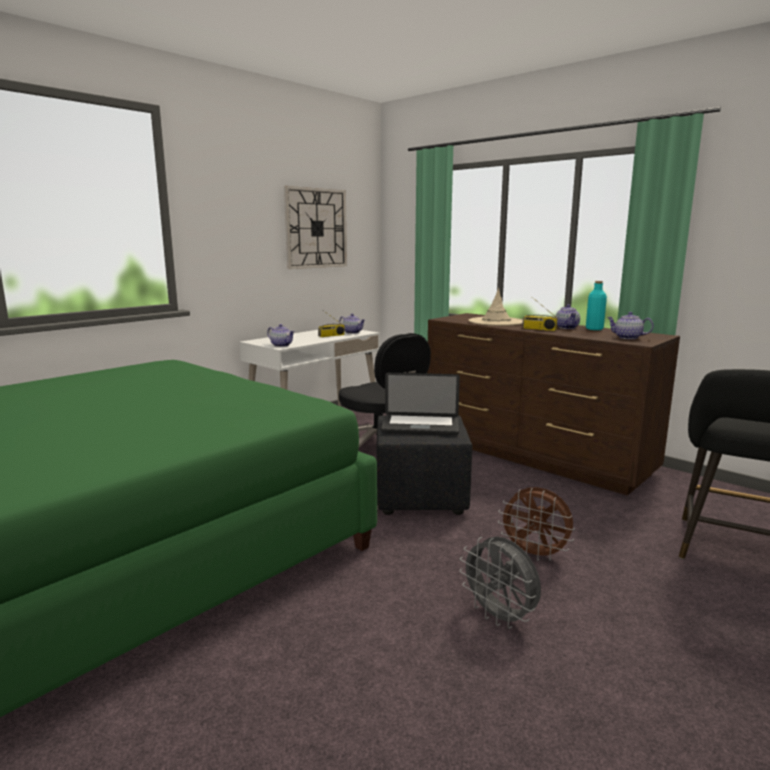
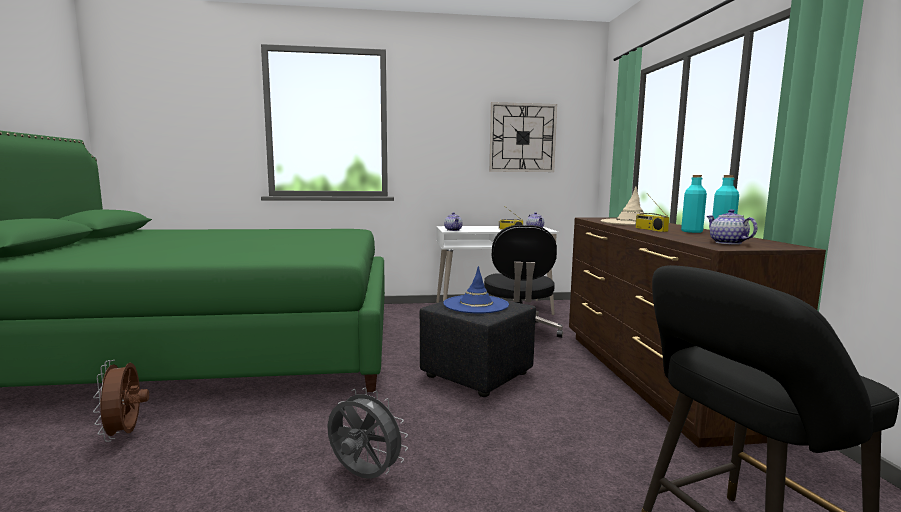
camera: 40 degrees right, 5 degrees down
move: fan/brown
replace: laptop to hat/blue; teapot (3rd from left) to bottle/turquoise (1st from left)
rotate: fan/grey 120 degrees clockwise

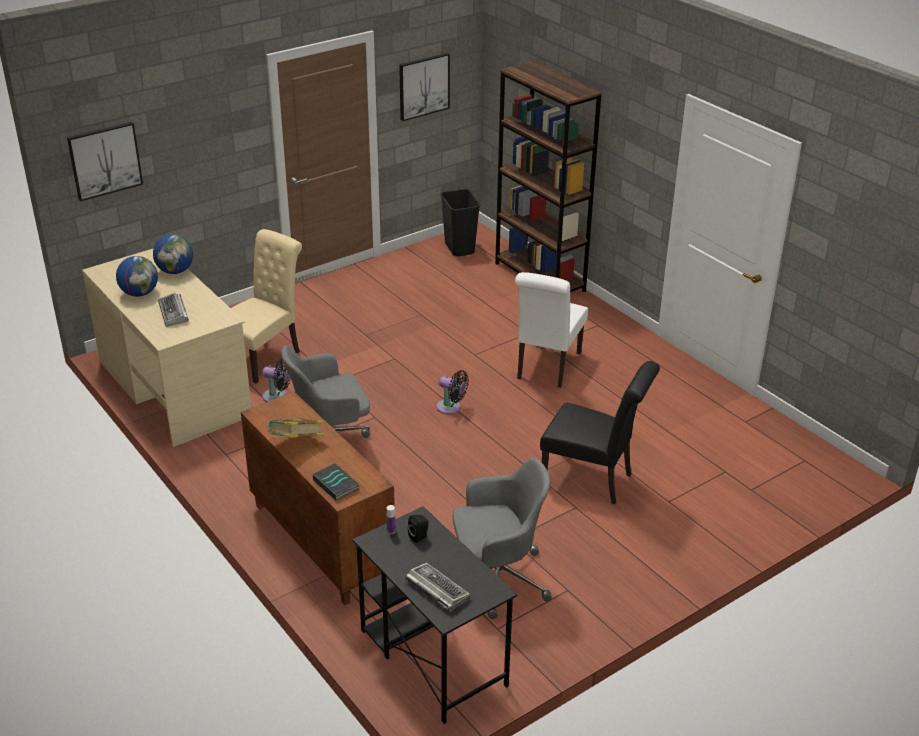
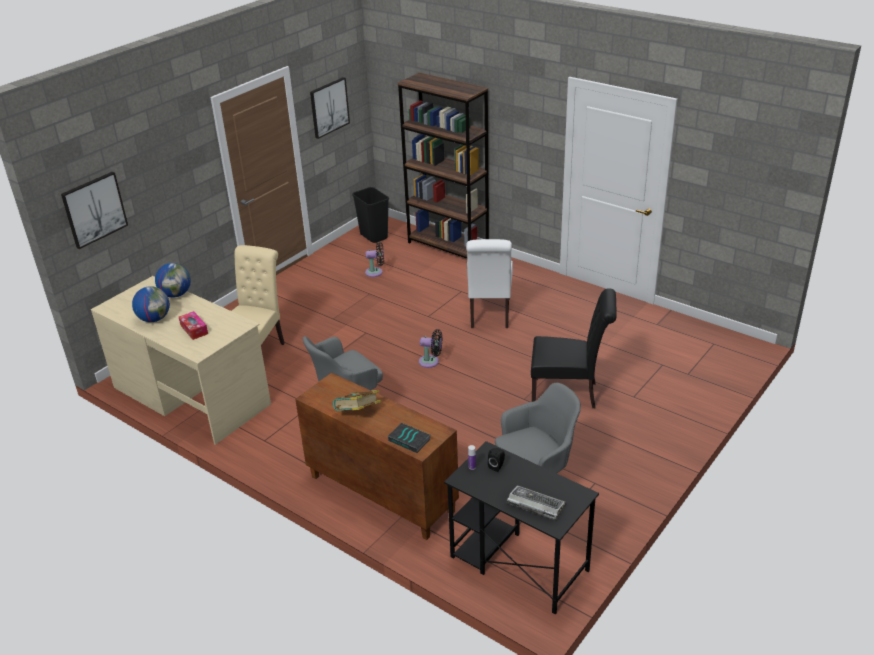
camera: 15 degrees left, 0 degrees up
move: fan/black (1st from left)
replace: keyboard (1st from left) to tissue box

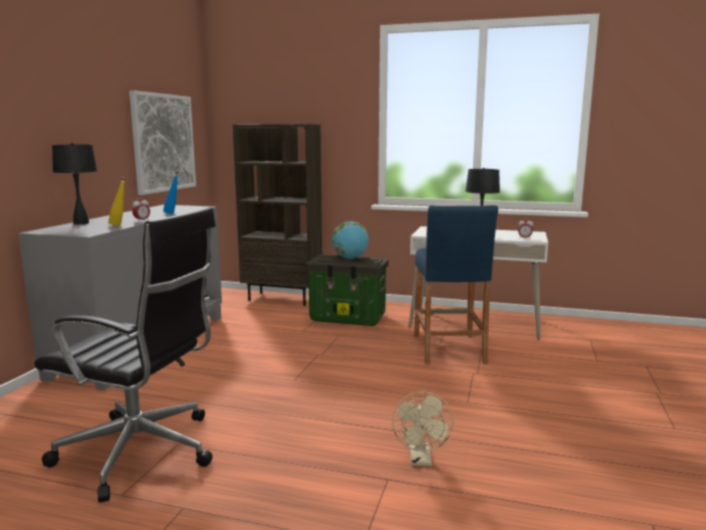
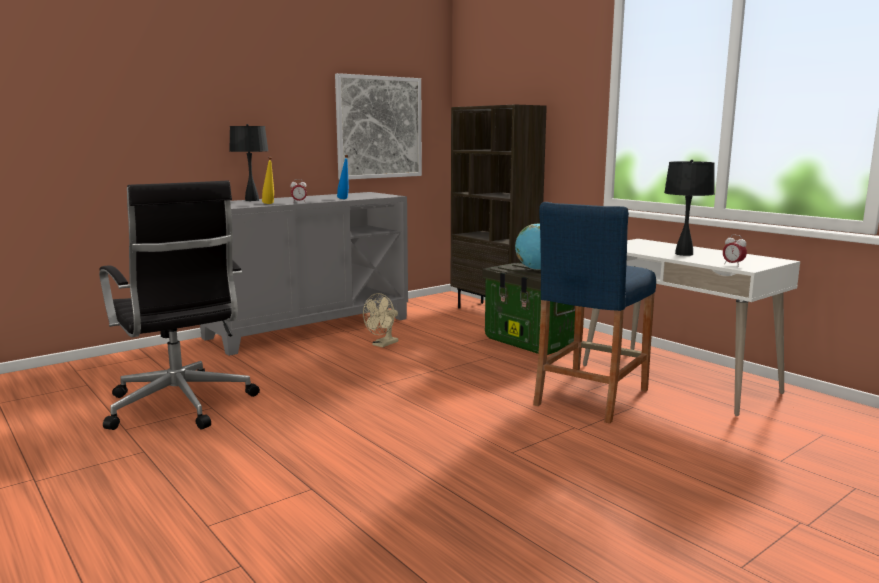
camera: 35 degrees right, 0 degrees up
move: fan/beige

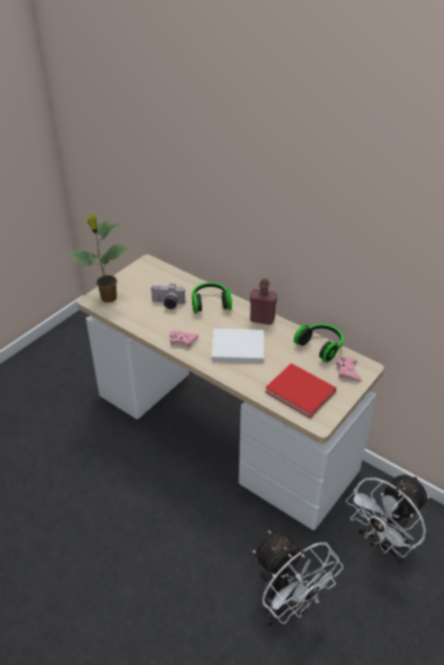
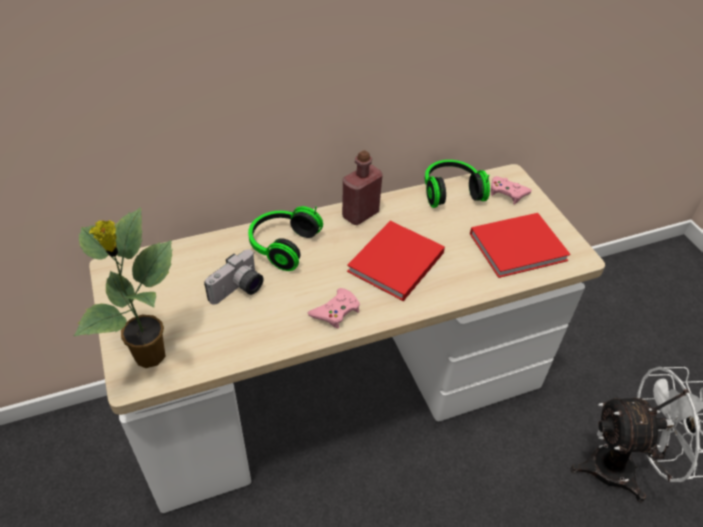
camera: 60 degrees left, 5 degrees up
delete: fan/white (2nd from left)
recolor: book/white to book/red (1st from left)

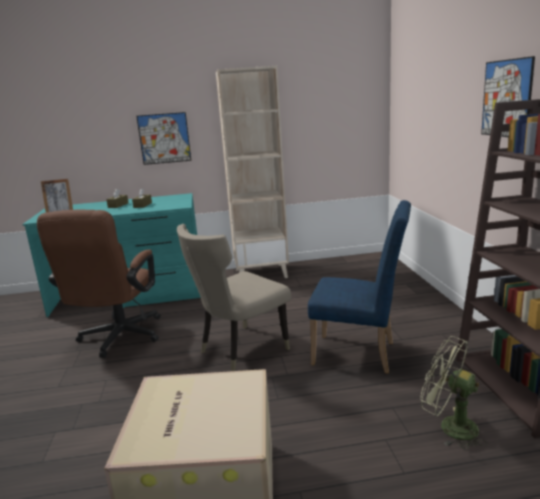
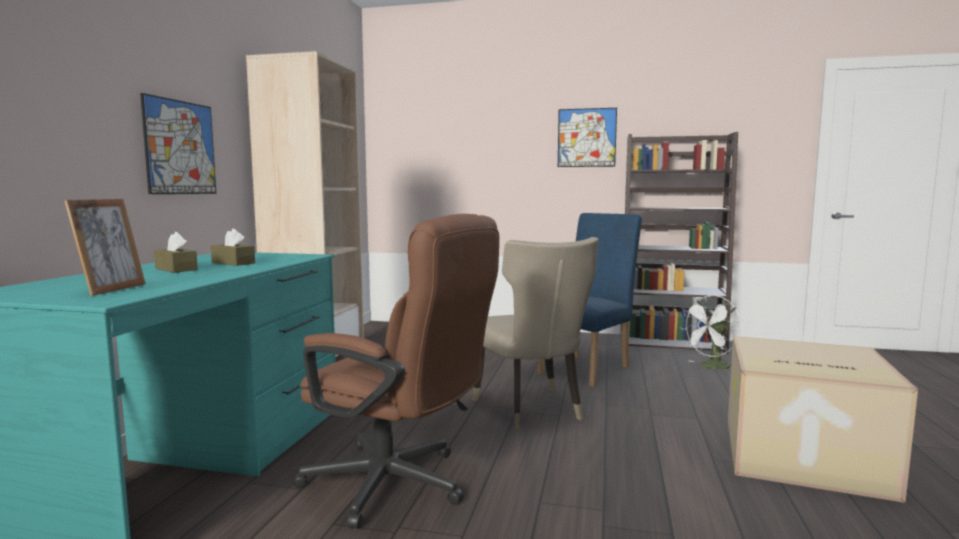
camera: 70 degrees left, 10 degrees down
recolor: fan/green to fan/white

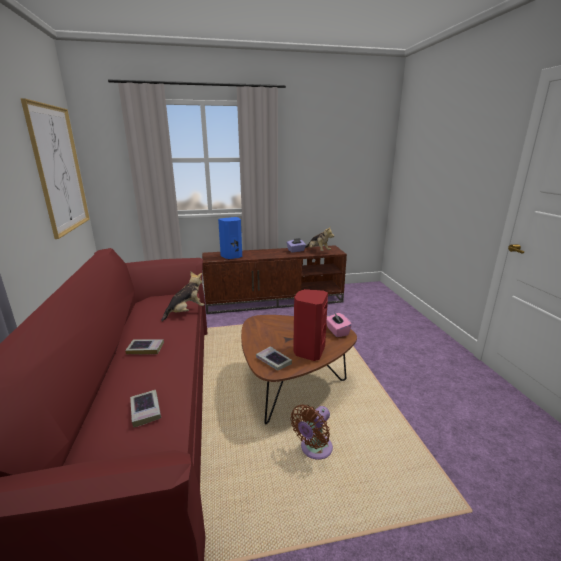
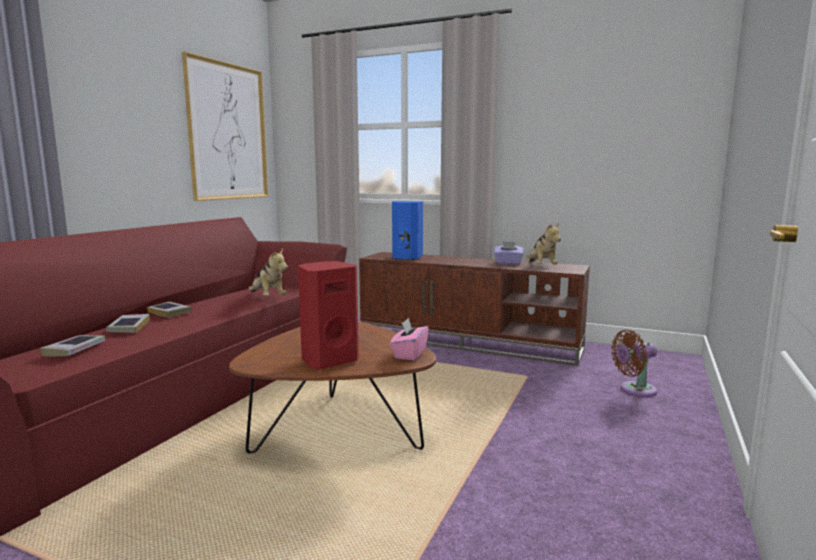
camera: 35 degrees right, 10 degrees down
move: book (3rd from left in the first image) to book (2nd from left); fan/brown
rotate: plush toy (1st from left) 60 degrees clockwise

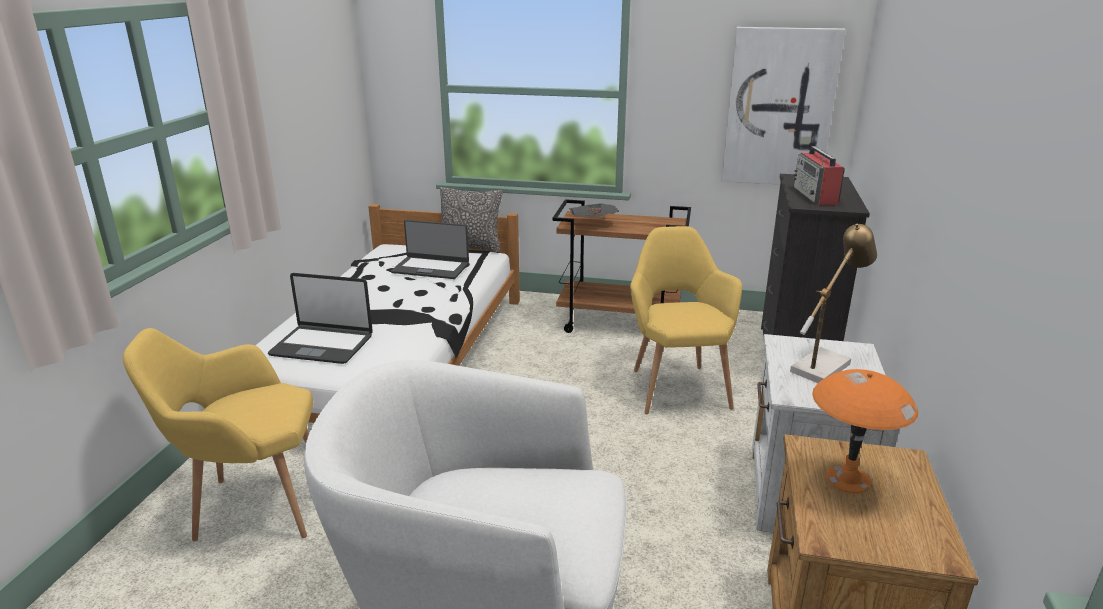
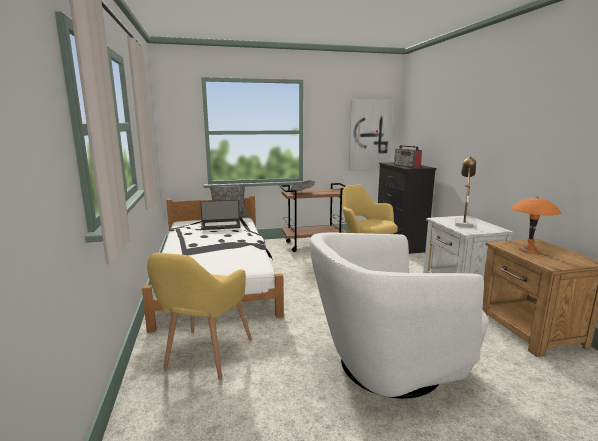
camera: 25 degrees left, 10 degrees down
delete: laptop (1st from left)
rotate: armchair/yellow (1st from left) 45 degrees counterclockwise

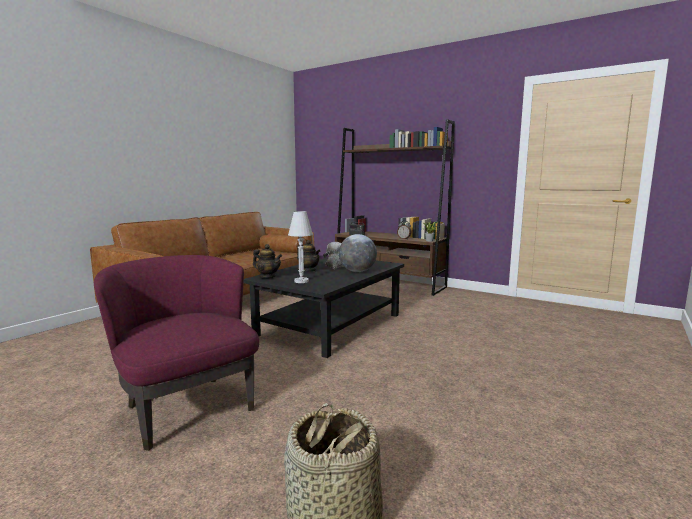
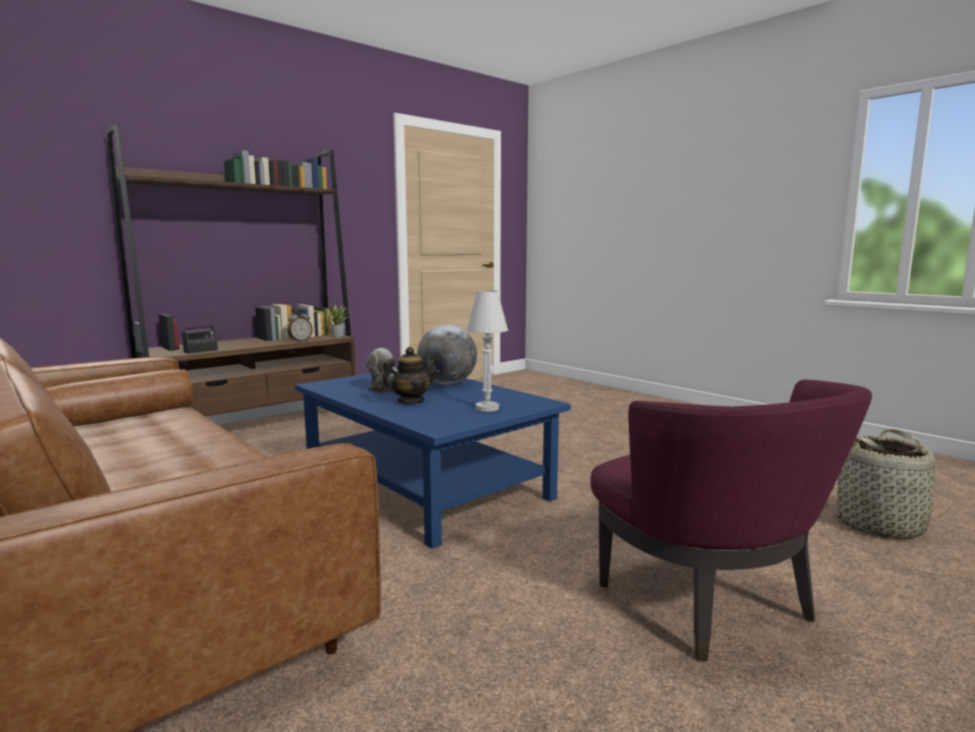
camera: 75 degrees left, 0 degrees up
delete: teapot (1st from left)
recolor: coffee table/black to coffee table/blue
rotate: armchair/purple 90 degrees counterclockwise

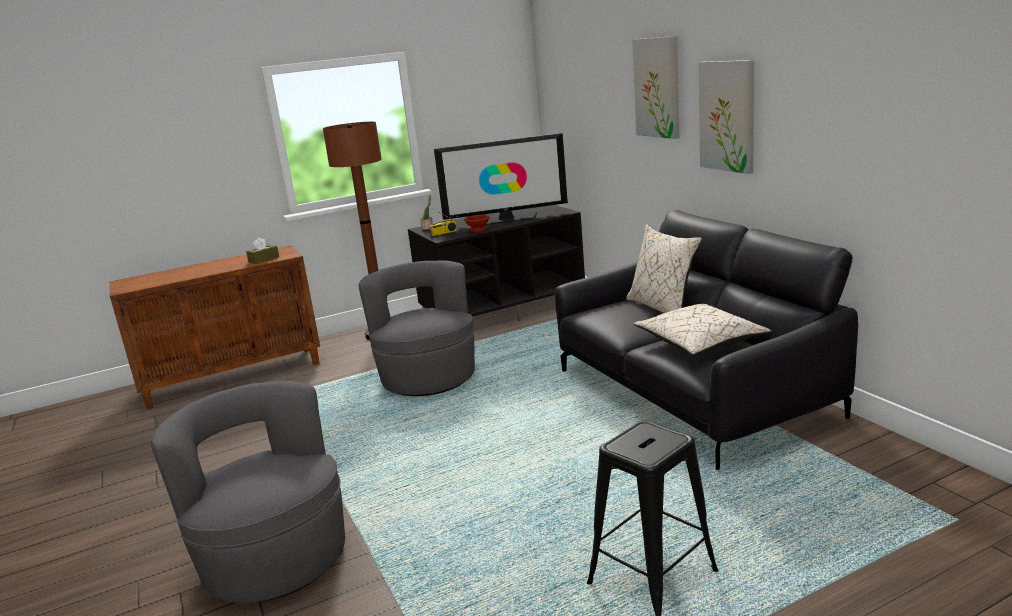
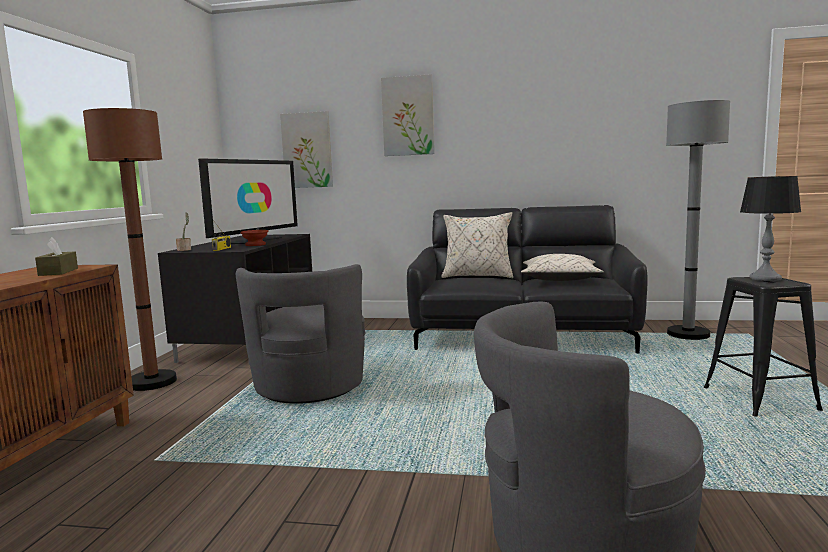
camera: 55 degrees left, 10 degrees down
insert: floor lamp/grey; table lamp
move: picture (2nd from left in the first image) to picture (1st from left)
rotate: armchair/grey (2nd from left in the first image) 105 degrees counterclockwise

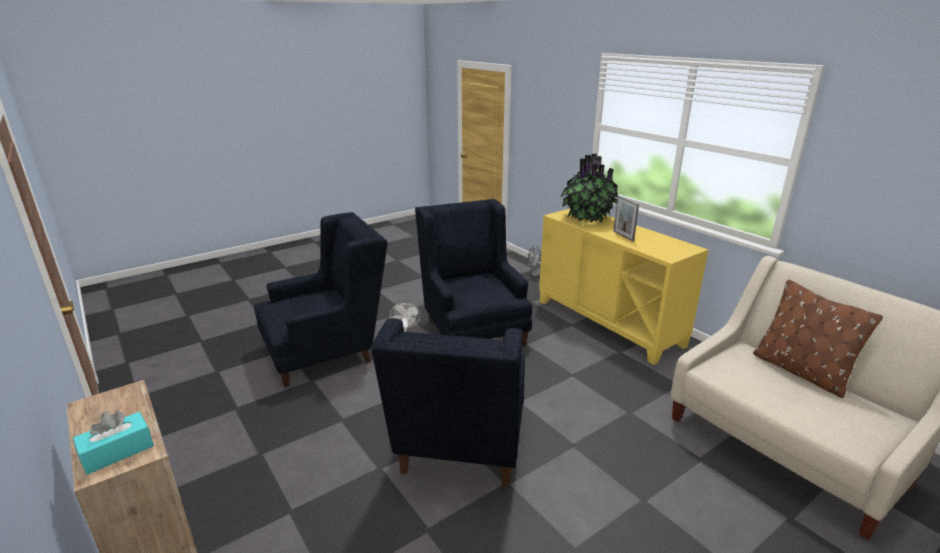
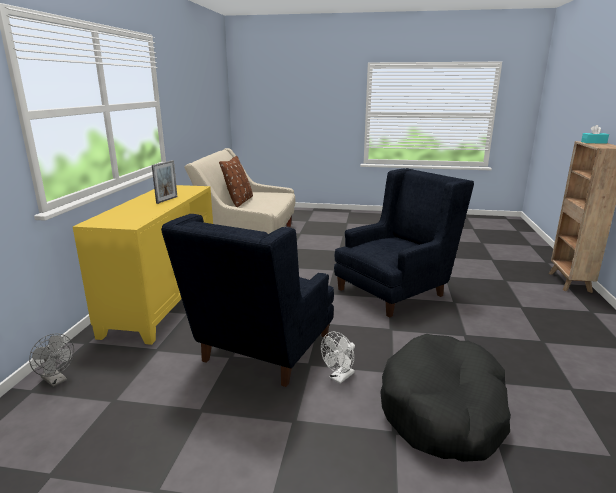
camera: 135 degrees left, 5 degrees down
delete: potted plant
replace: armchair/blue (1st from left) to dog bed/black

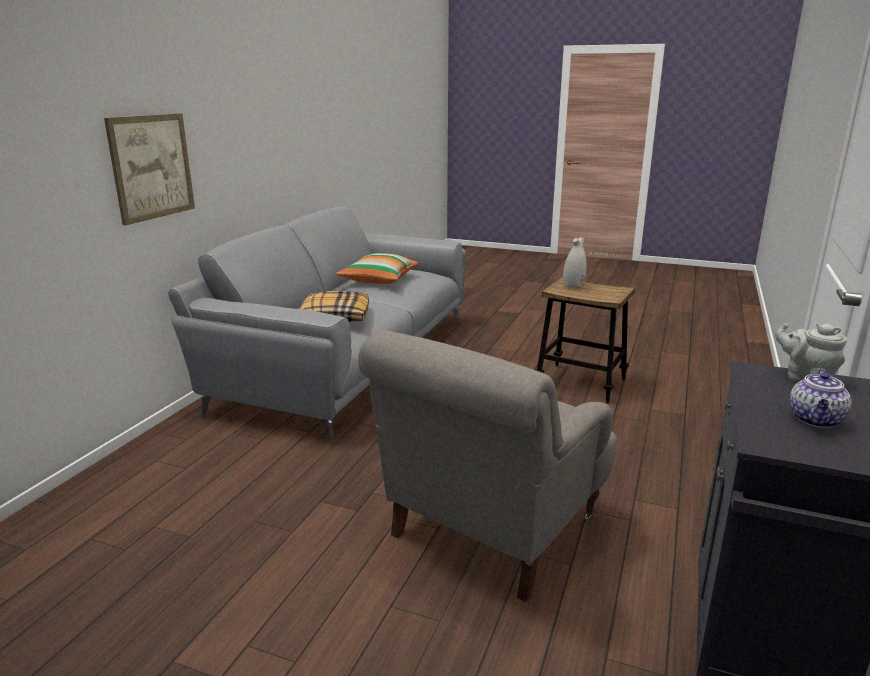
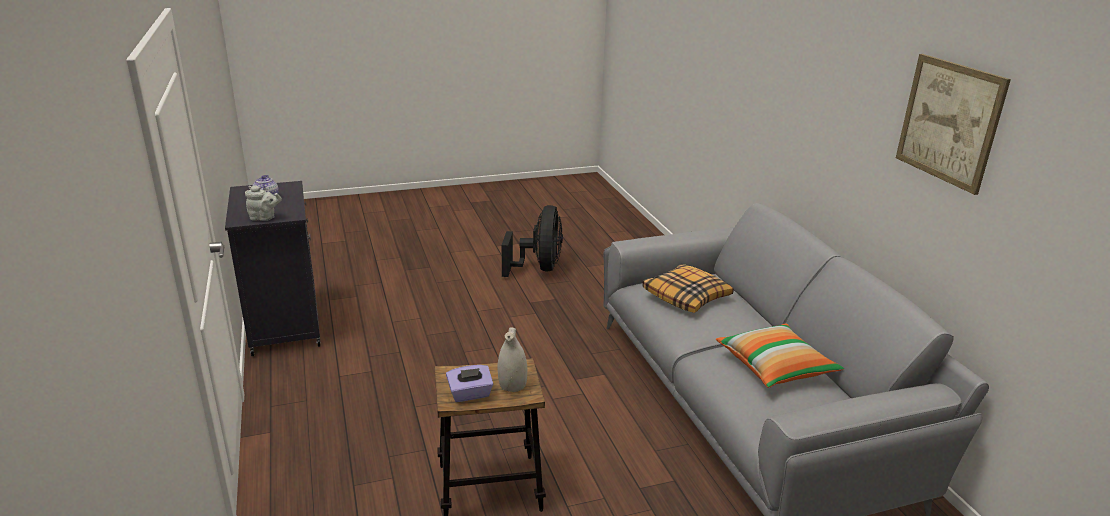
camera: 140 degrees right, 5 degrees up
delete: armchair/grey
insert: tissue box/purple; fan/black
move: picture

